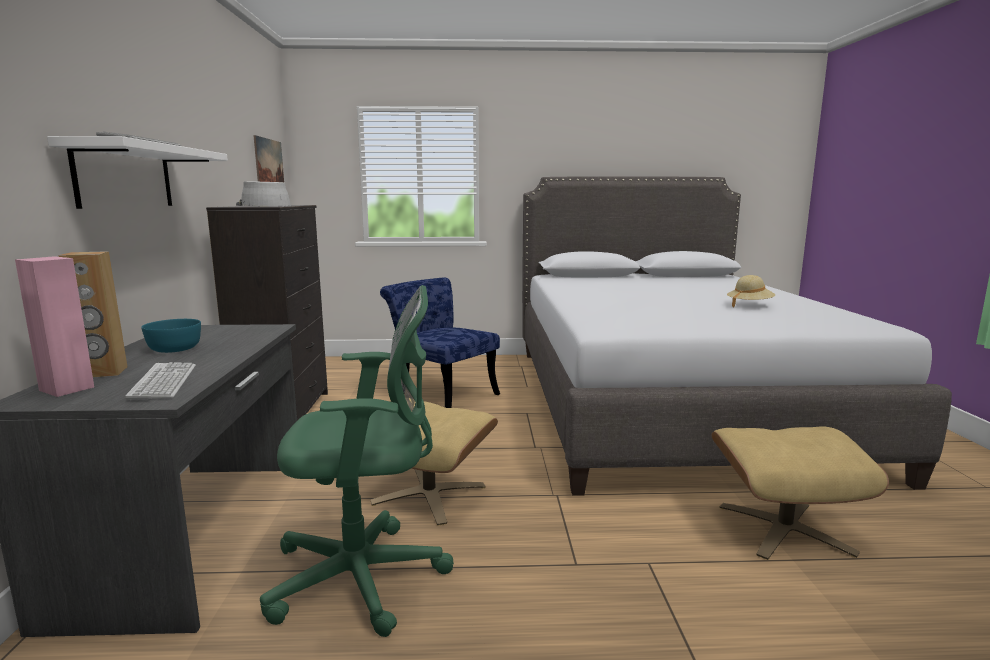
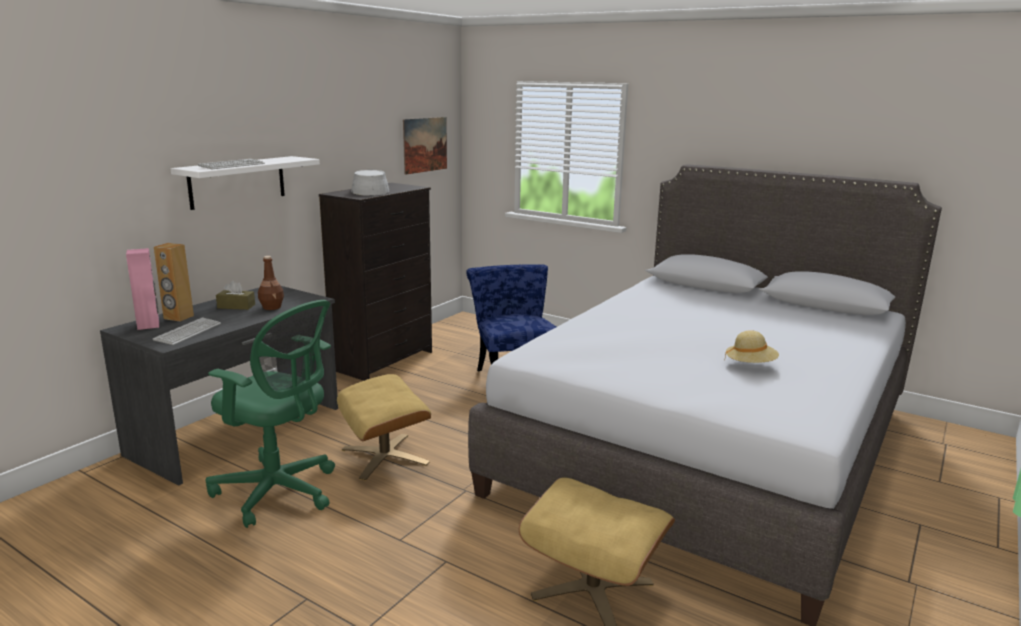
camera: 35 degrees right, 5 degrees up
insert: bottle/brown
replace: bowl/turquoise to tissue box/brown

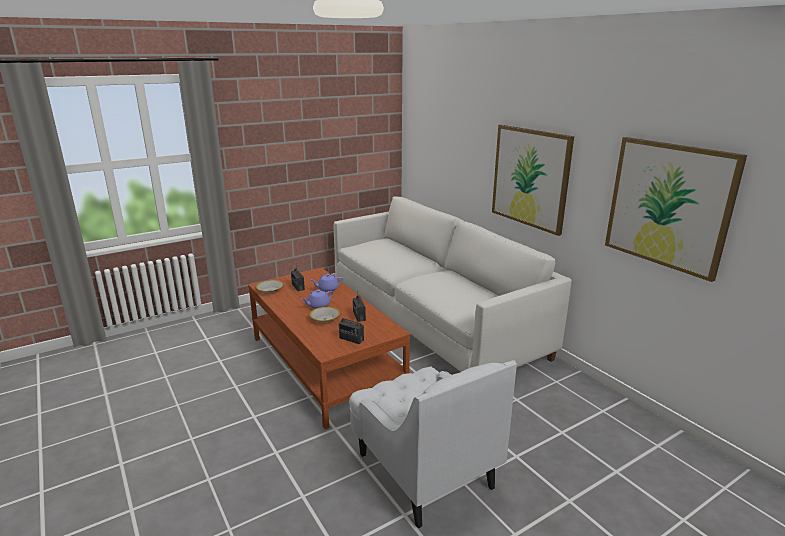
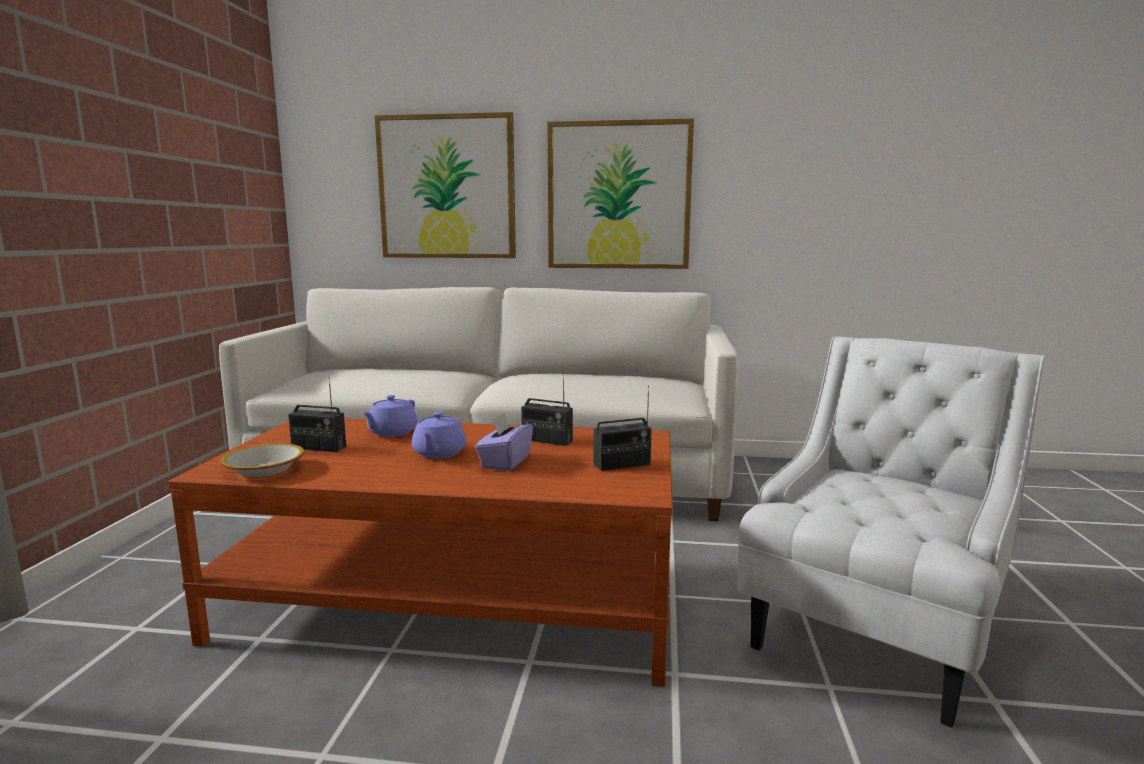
camera: 50 degrees left, 10 degrees down
move: picture (2nd from left in the first image) to picture (1st from left)
replace: bowl (2nd from left) to tissue box/purple
rotate: armchair/white 60 degrees counterclockwise

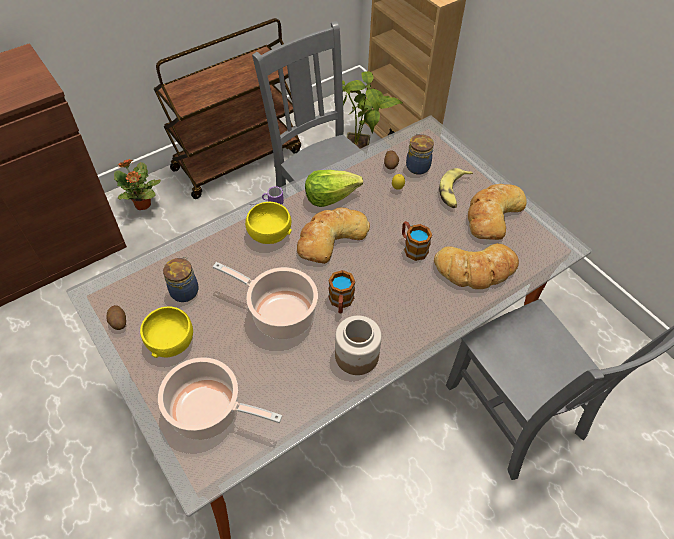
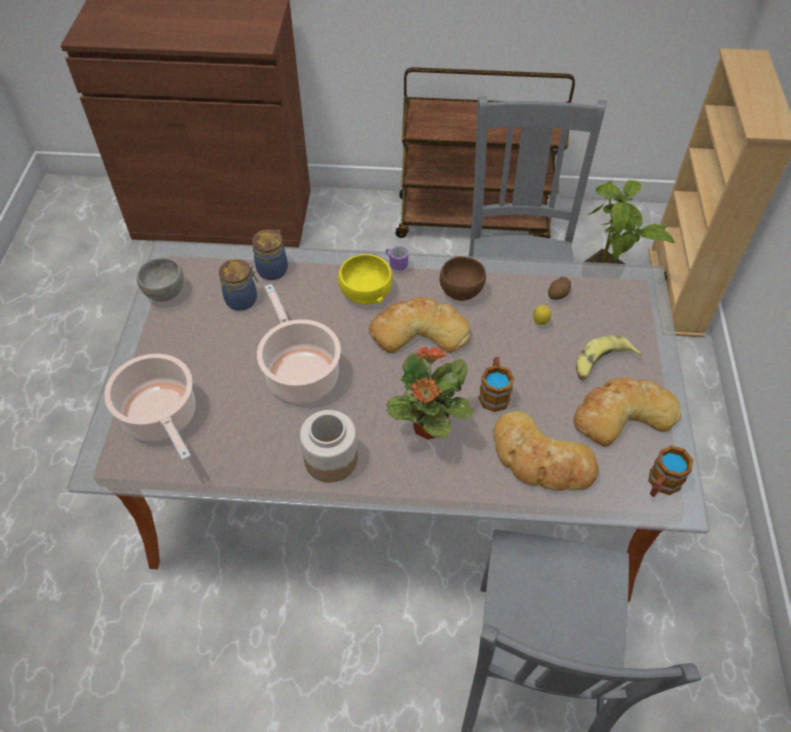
camera: 40 degrees right, 0 degrees up
delete: bowl/yellow (1st from left)
move: potted plant (1st from left); mug (2nd from left in the first image) to mug (3rd from left); jar (3rd from left in the first image) to jar (2nd from left)
replace: potato (1st from left) to bowl/grey; lettuce to bowl/brown

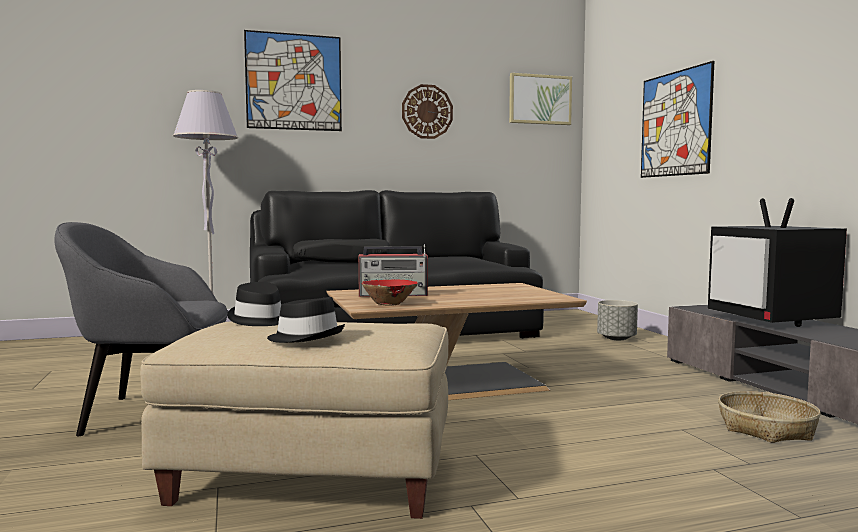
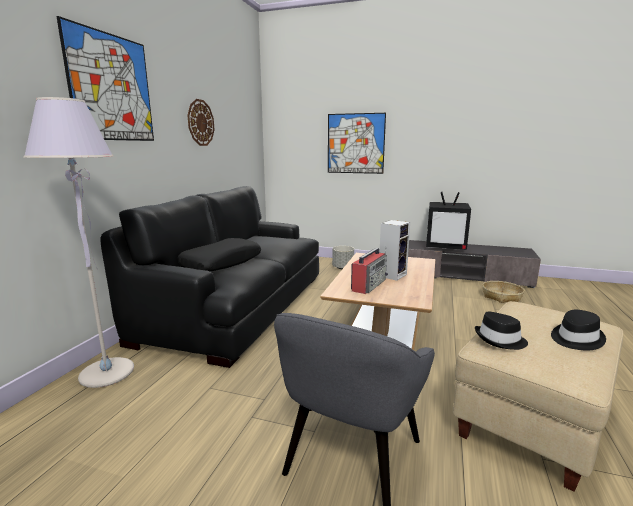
camera: 55 degrees left, 10 degrees up
delete: bowl/red; picture (2nd from left)
insert: speaker

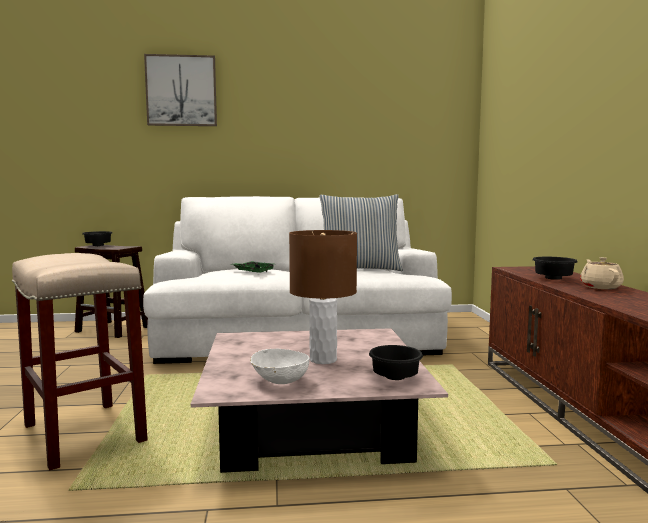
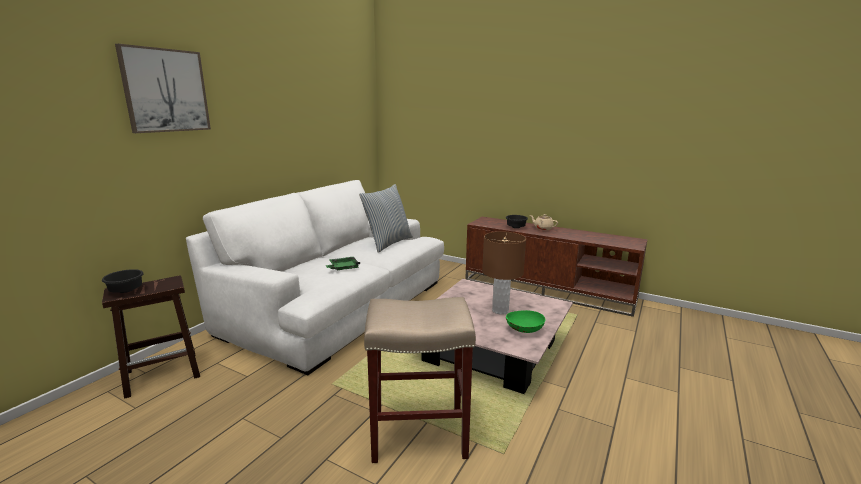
camera: 55 degrees left, 10 degrees up
delete: bowl/black (2nd from left)
recolor: bowl/white to bowl/green

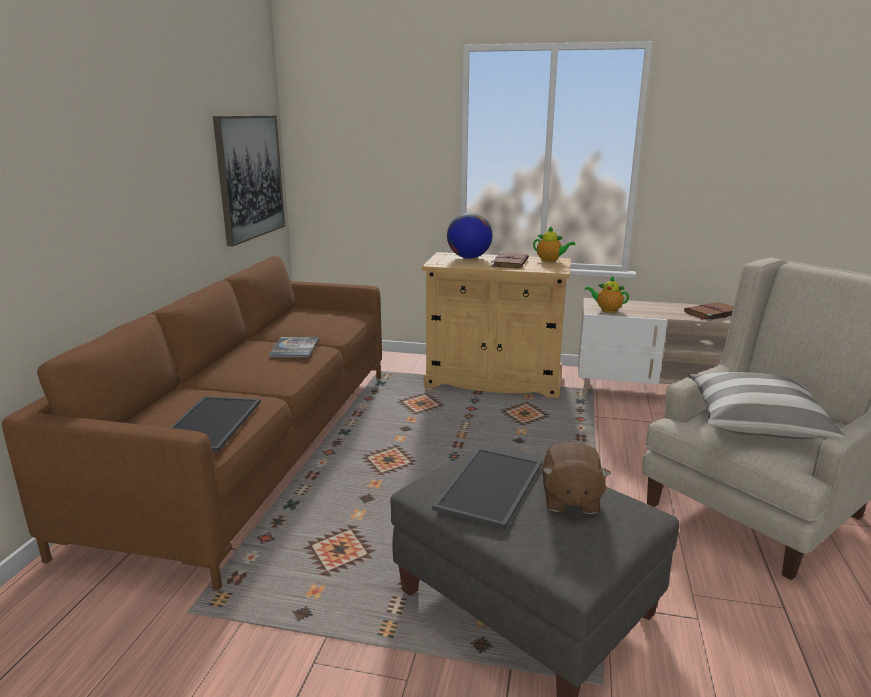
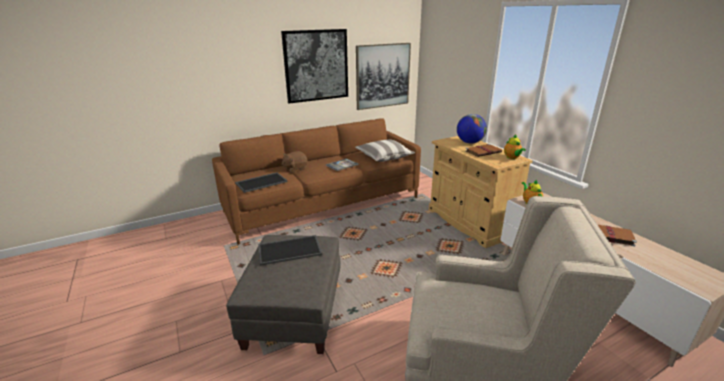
camera: 50 degrees right, 5 degrees up
insert: picture (1st from left)
move: plush toy/brown; pillow

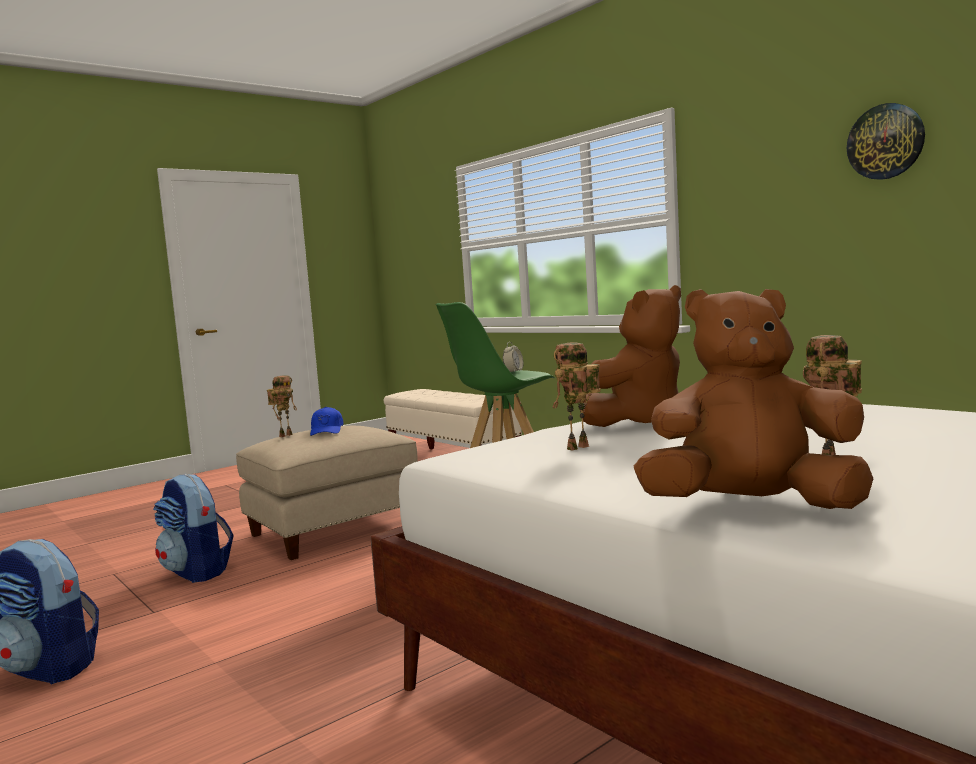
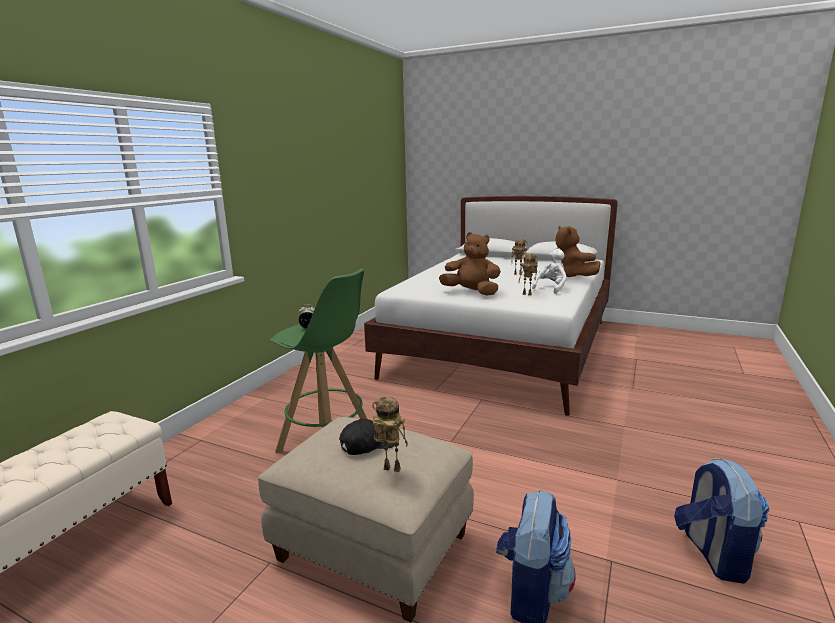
camera: 115 degrees left, 10 degrees up
delete: wall clock
insert: plush toy/white
recolor: cap/blue to cap/black

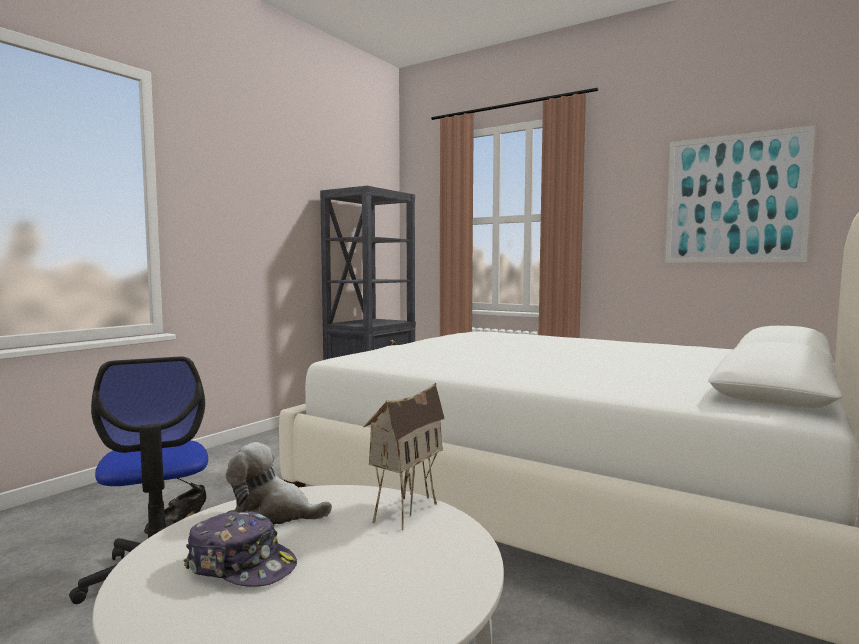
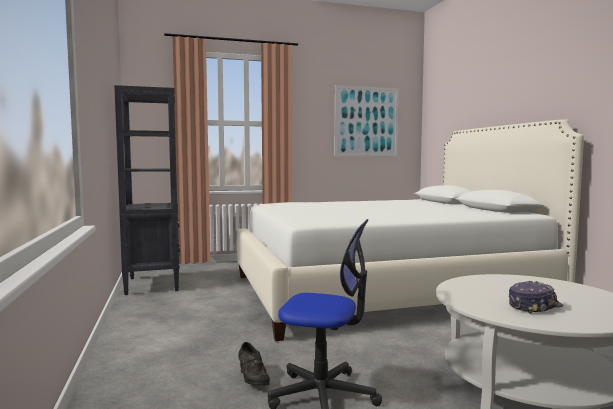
camera: 50 degrees left, 0 degrees up
delete: plush toy; toy house

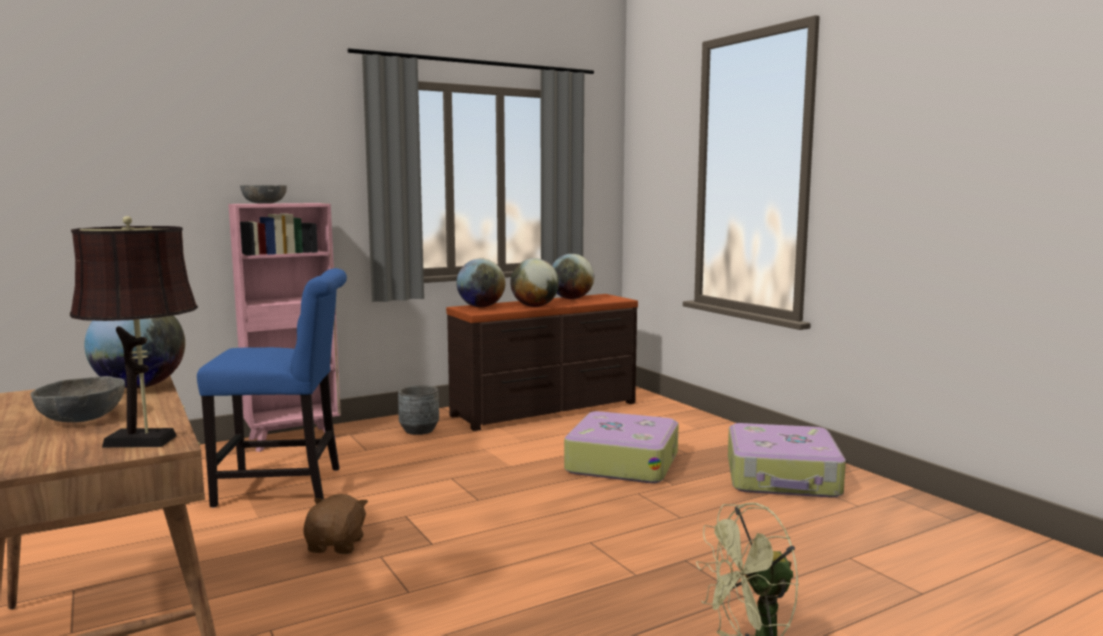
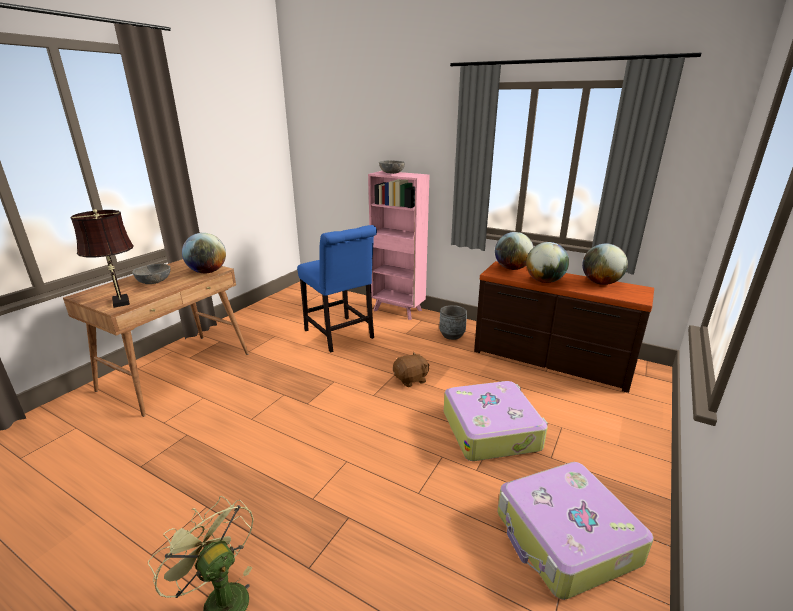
camera: 60 degrees right, 15 degrees up
move: plush toy/brown

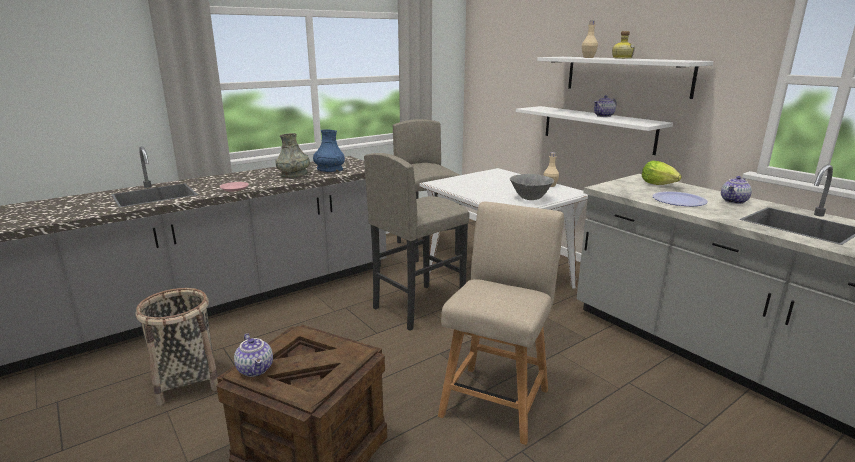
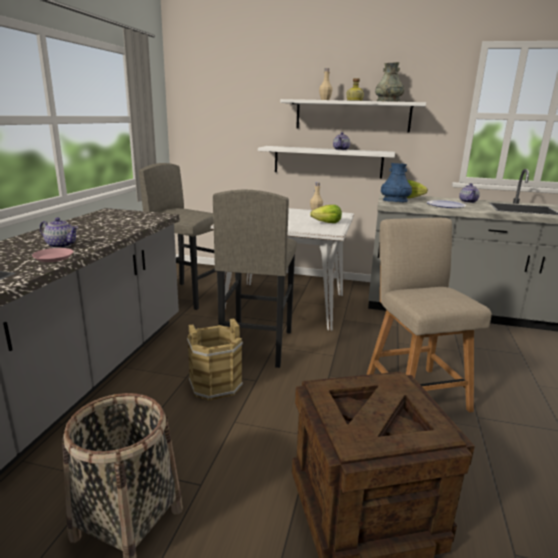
camera: 40 degrees left, 0 degrees up
insert: bucket/brown
move: teapot (1st from left); vase/grey; vase/blue
replace: bowl/grey to lettuce (1st from left)

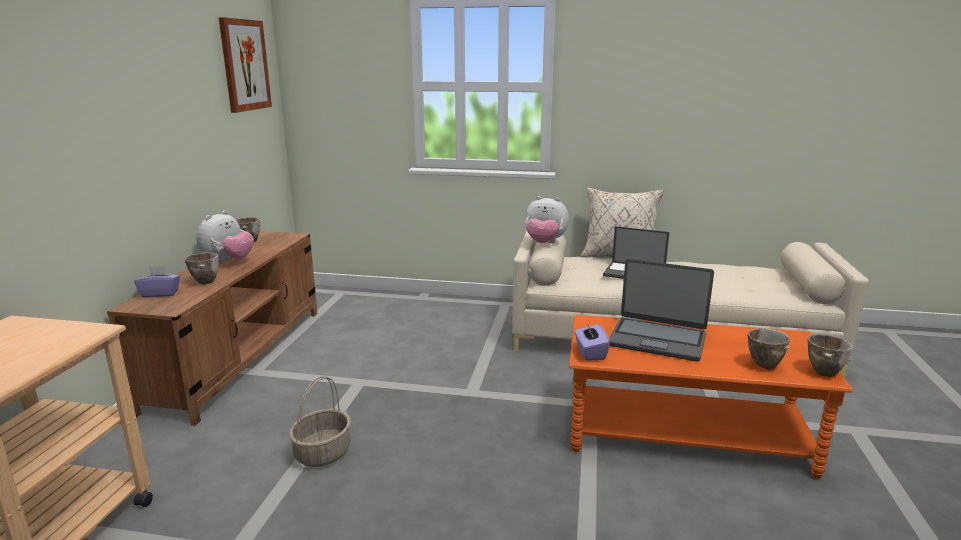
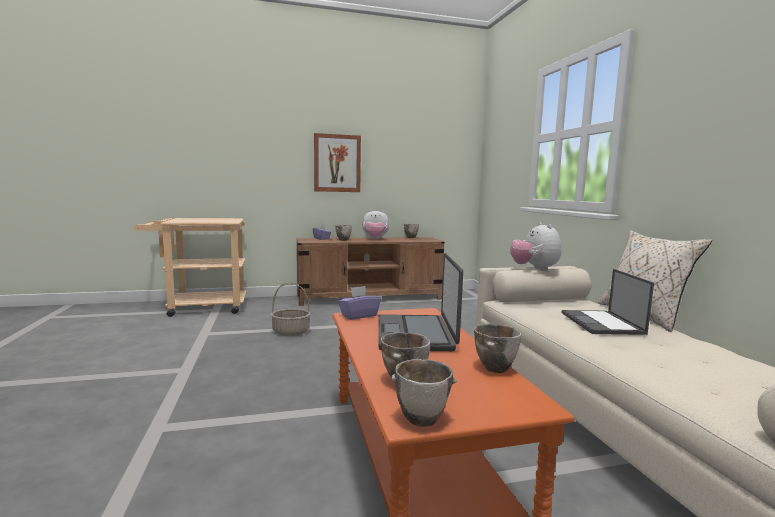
camera: 65 degrees right, 10 degrees down
insert: bowl (5th from left)
move: picture

